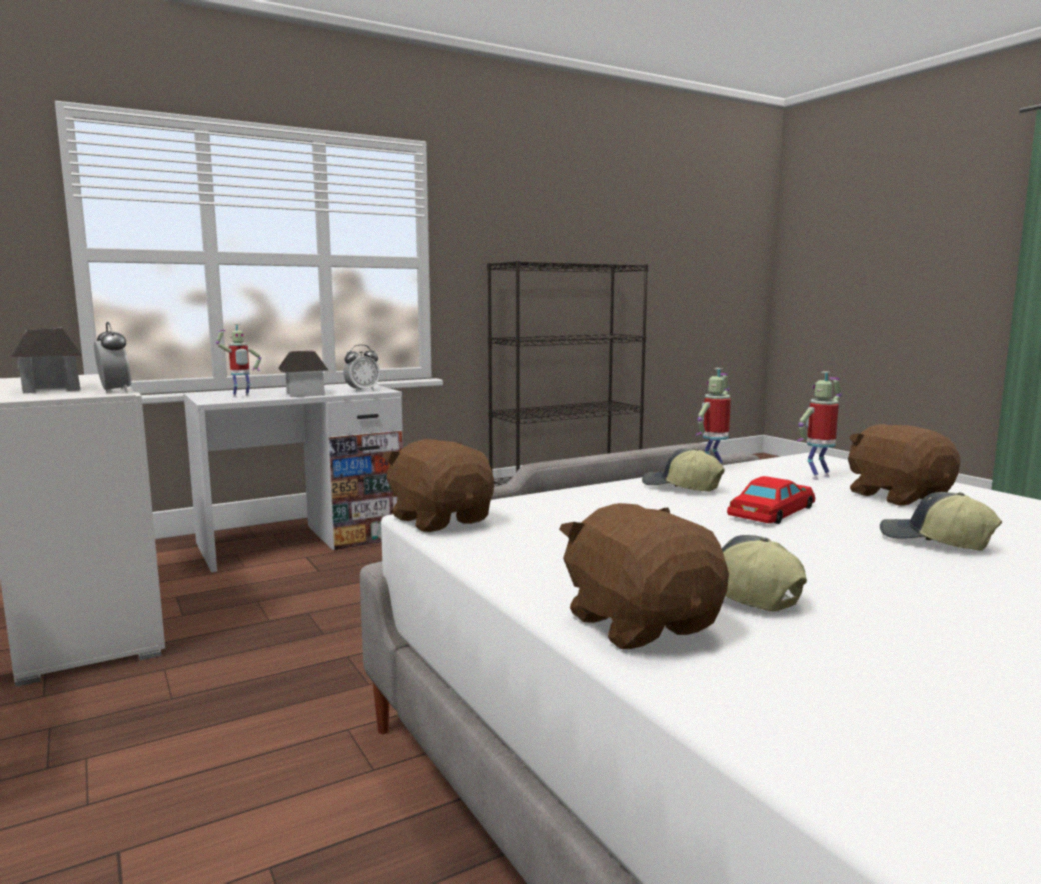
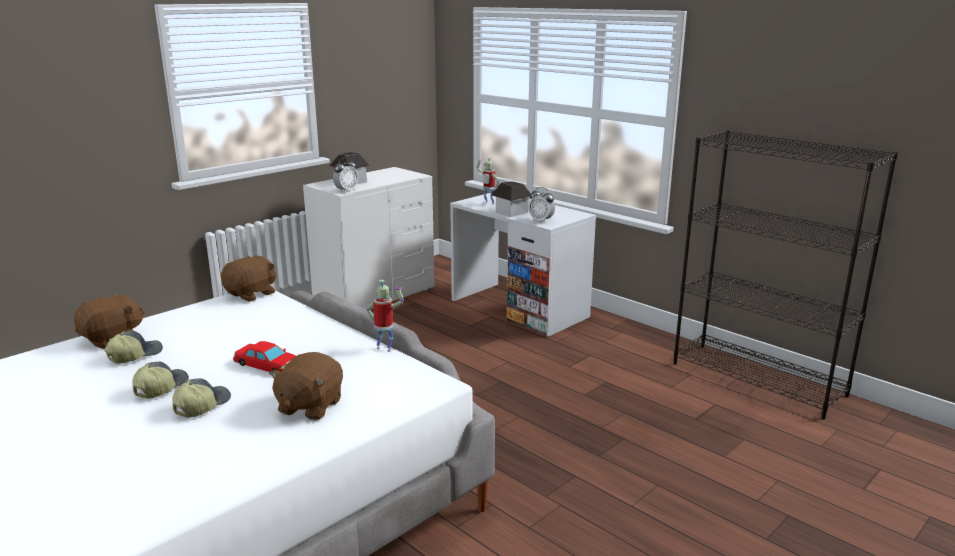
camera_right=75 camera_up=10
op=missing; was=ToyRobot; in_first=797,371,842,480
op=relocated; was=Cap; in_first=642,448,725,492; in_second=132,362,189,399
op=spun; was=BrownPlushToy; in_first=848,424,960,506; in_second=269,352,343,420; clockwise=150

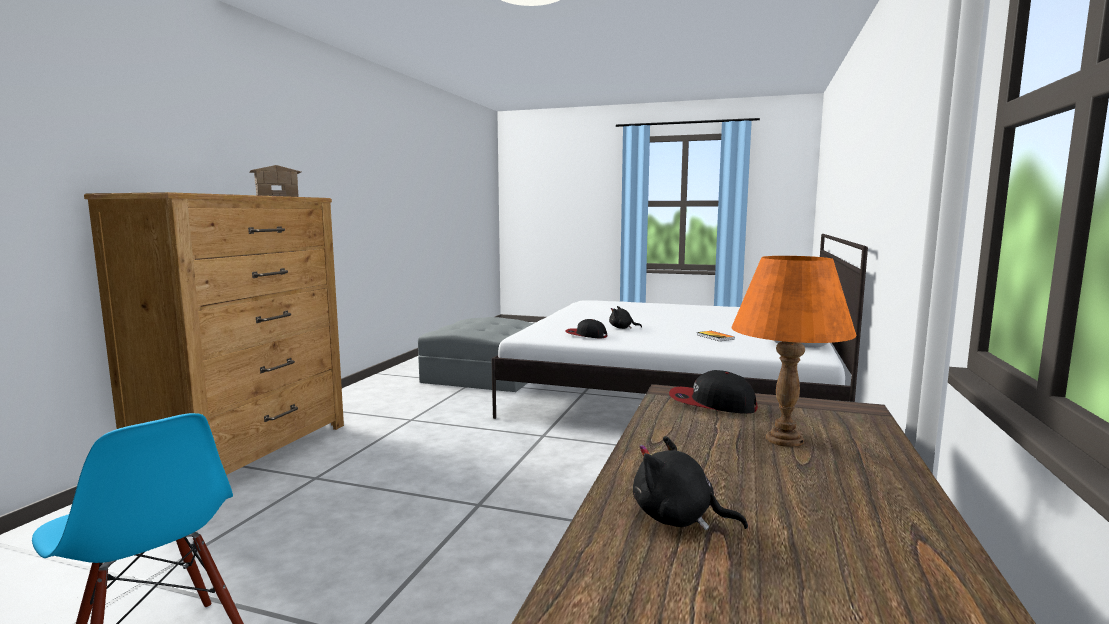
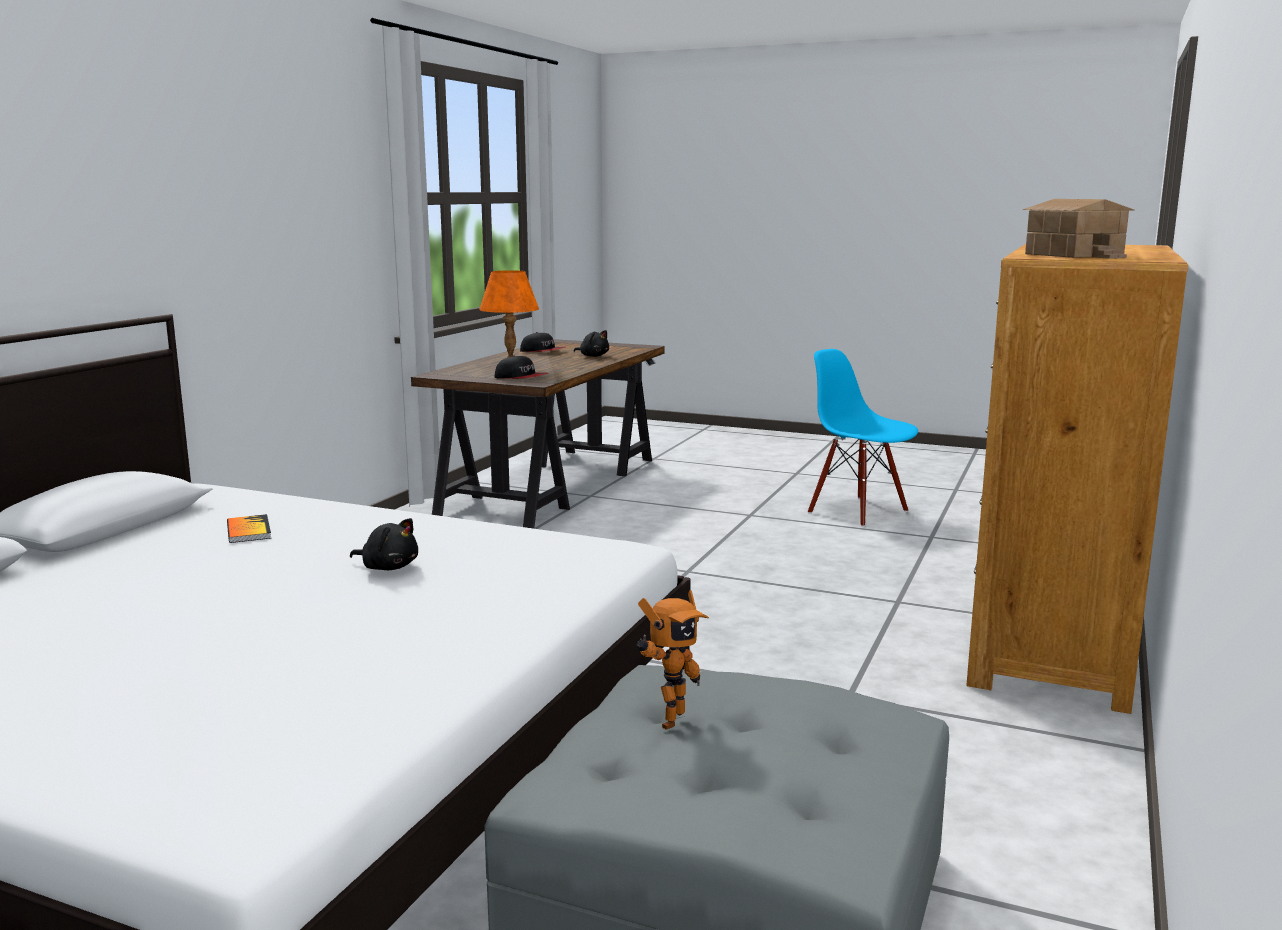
camera_right=-175 camera_up=5
op=appeared; now=ToyRobot; in_second=637,590,709,730
op=relocated; was=Cap; in_first=565,319,607,339; in_second=520,332,566,352

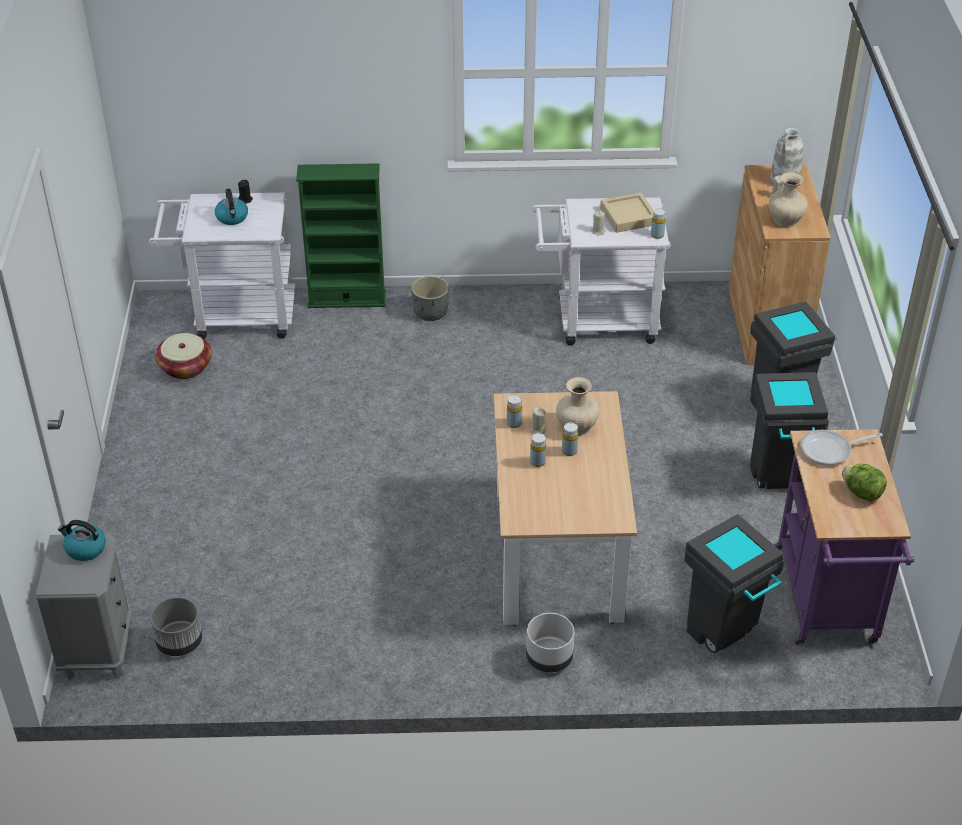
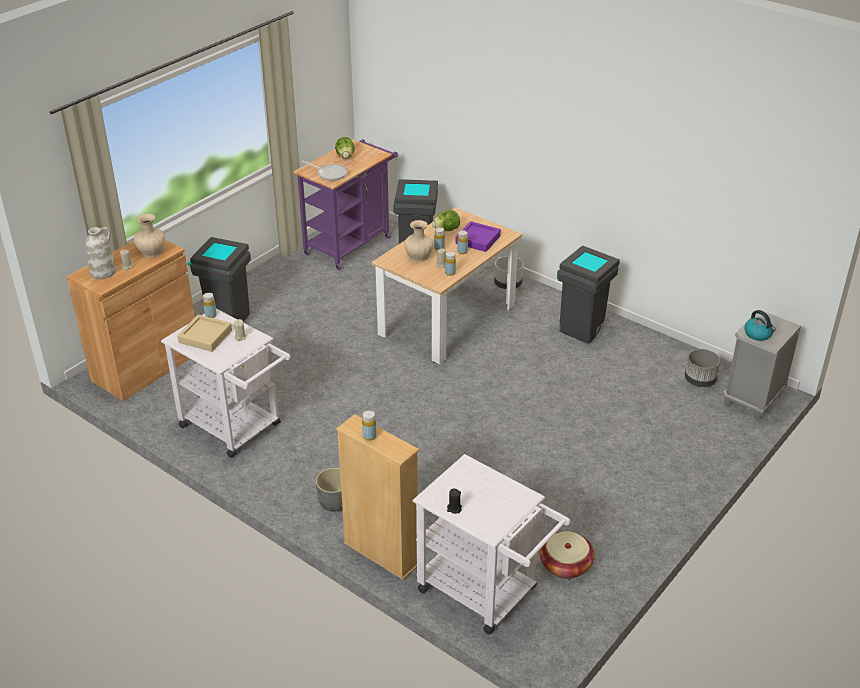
camera_right=-140 camera_up=-5
op=missing; was=Kettle; in_first=215,189,248,225
op=appeared; now=YellowBottle; in_second=362,410,376,441
op=appeared; now=Lettuce; in_second=432,210,460,231
op=appeared; now=PurpleTray; in_second=456,221,501,252
op=relocated; was=GreyTrashCan; in_first=750,372,829,489; in_second=557,246,620,344
op=colour; was=GreenBookcase; now=BeigeBookcase; in_first=296,163,386,308; in_second=336,414,419,580

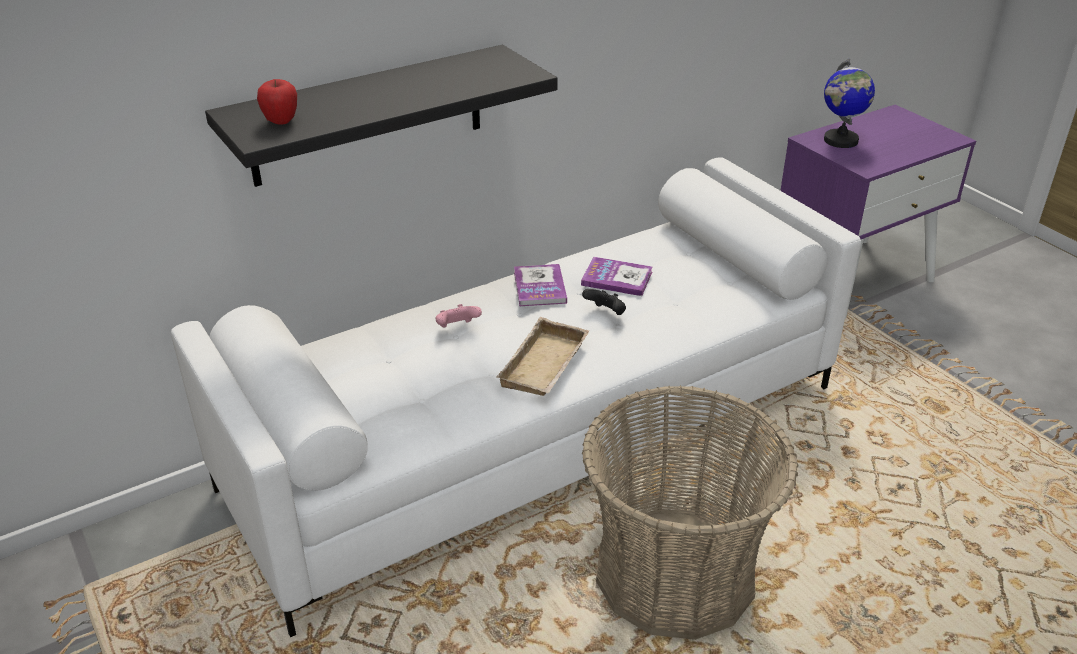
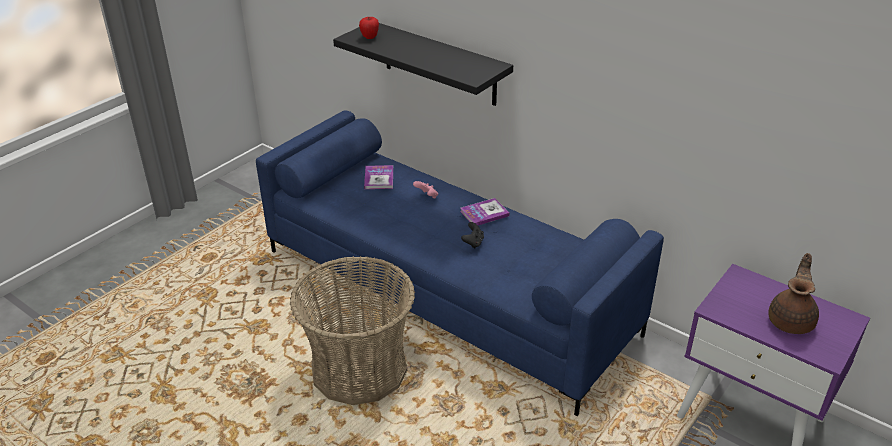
camera_right=70 camera_up=0
op=missing; was=BeigeTray; in_first=496,317,589,396
op=missing; was=Globe; in_first=824,59,875,148
op=appeared; now=BrownTeapot; in_second=768,253,819,334
op=relocated; was=Book; in_first=581,257,653,296; in_second=364,165,393,189
op=colour; was=WhiteSofa; now=BlueSofa; in_first=171,157,861,637; in_second=256,110,664,416

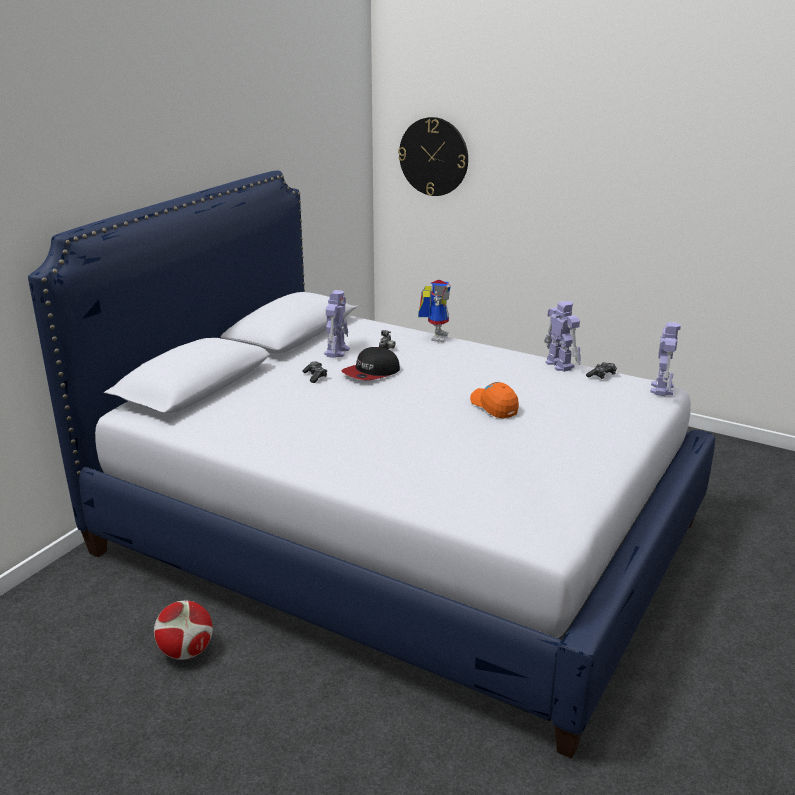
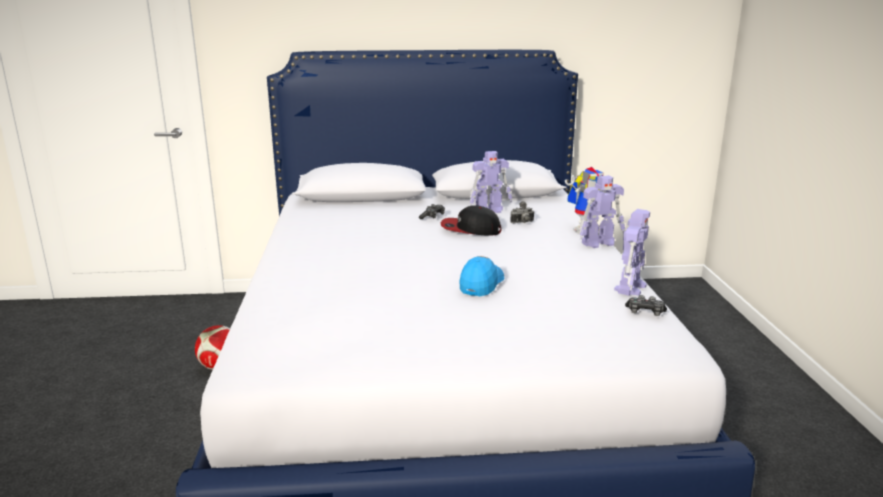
camera_right=55 camera_up=-5
op=missing; was=WallClock; in_first=398,117,468,196
op=relocated; was=ToyRobot; in_first=650,322,681,396; in_second=579,175,625,248
op=colour; was=OrangeCap; now=BlueCap; in_first=470,382,519,419; in_second=459,256,504,297

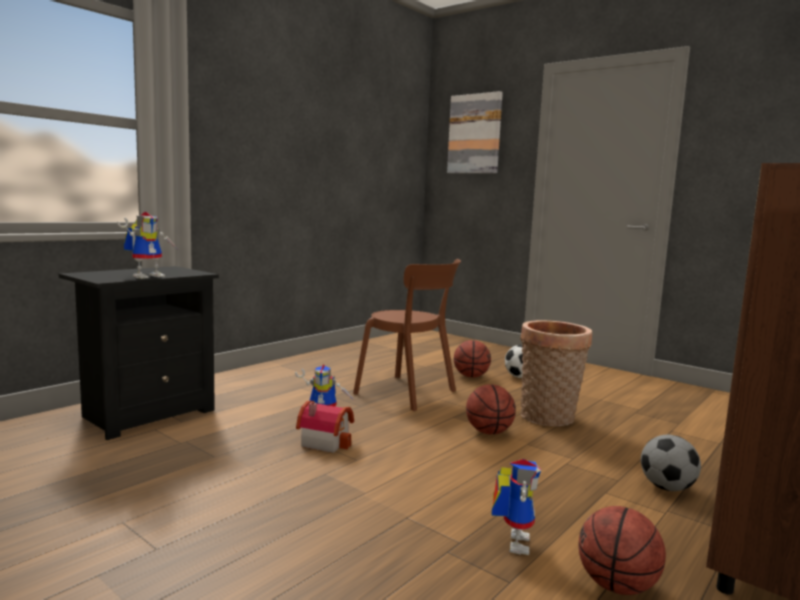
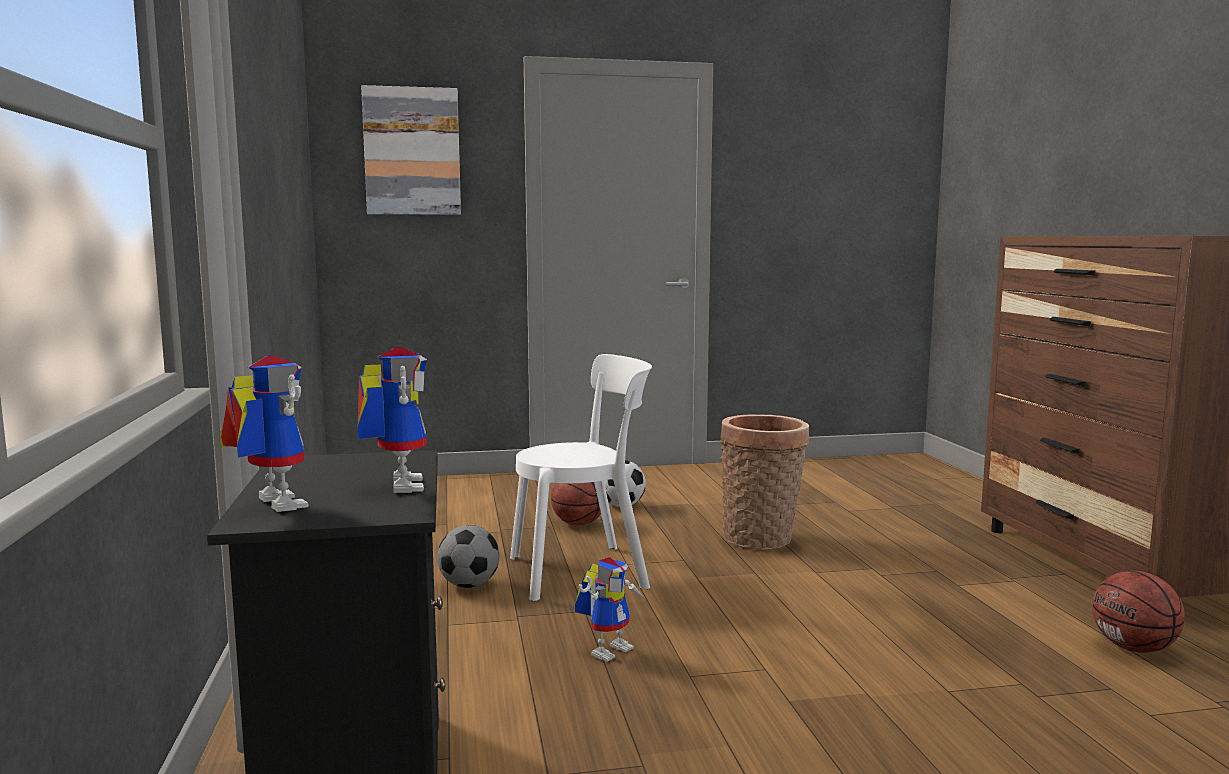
camera_right=-50 camera_up=0
op=missing; was=ToyHouse; in_first=296,401,354,453
op=missing; was=Basketball; in_first=466,385,516,434
op=relocated; was=ToyRobot; in_first=491,459,541,555; in_second=220,355,309,512
op=relocated; was=Football; in_first=641,435,701,491; in_second=437,525,500,588
op=colour; was=BrownChair; now=WhiteChair; in_first=353,259,461,411; in_second=510,354,652,601

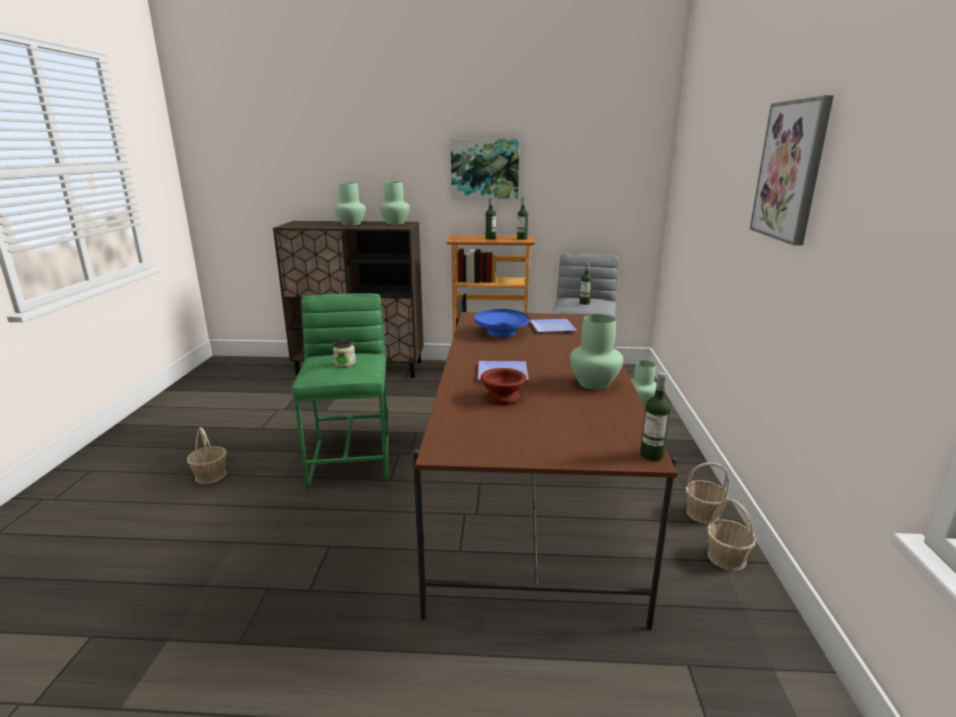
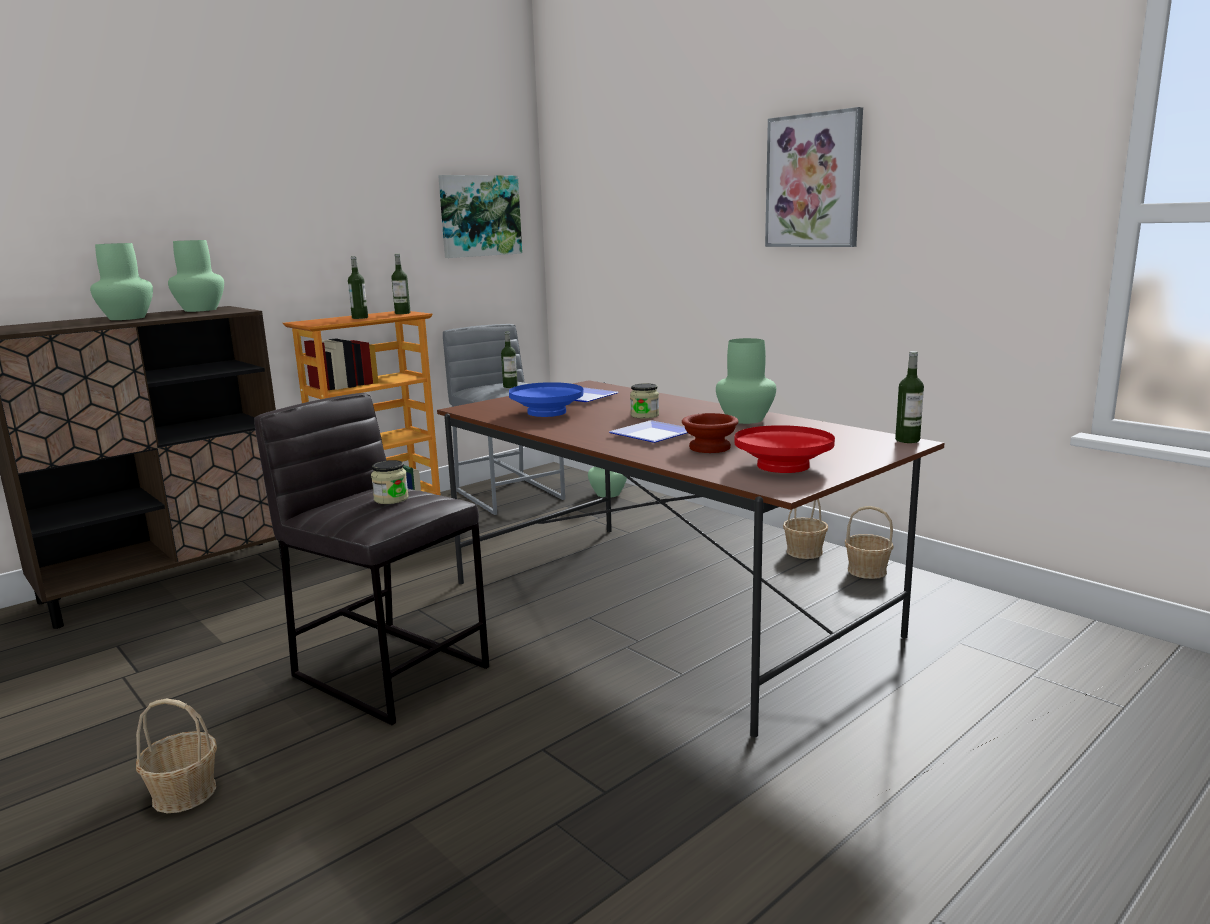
camera_right=-45 camera_up=-5
op=appeared; now=Jar; in_second=630,383,659,419
op=appeared; now=RedBowl; in_second=734,425,835,473
op=relocated; was=Picture; in_first=451,139,519,200; in_second=438,175,522,258
op=colour; was=GreenStool; now=GreyStool; in_first=292,293,389,490; in_second=254,393,489,725

